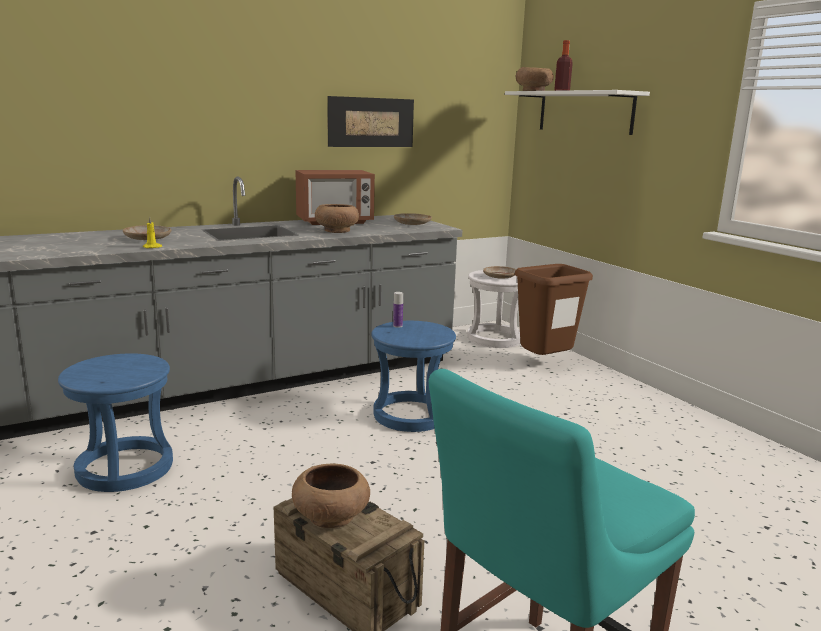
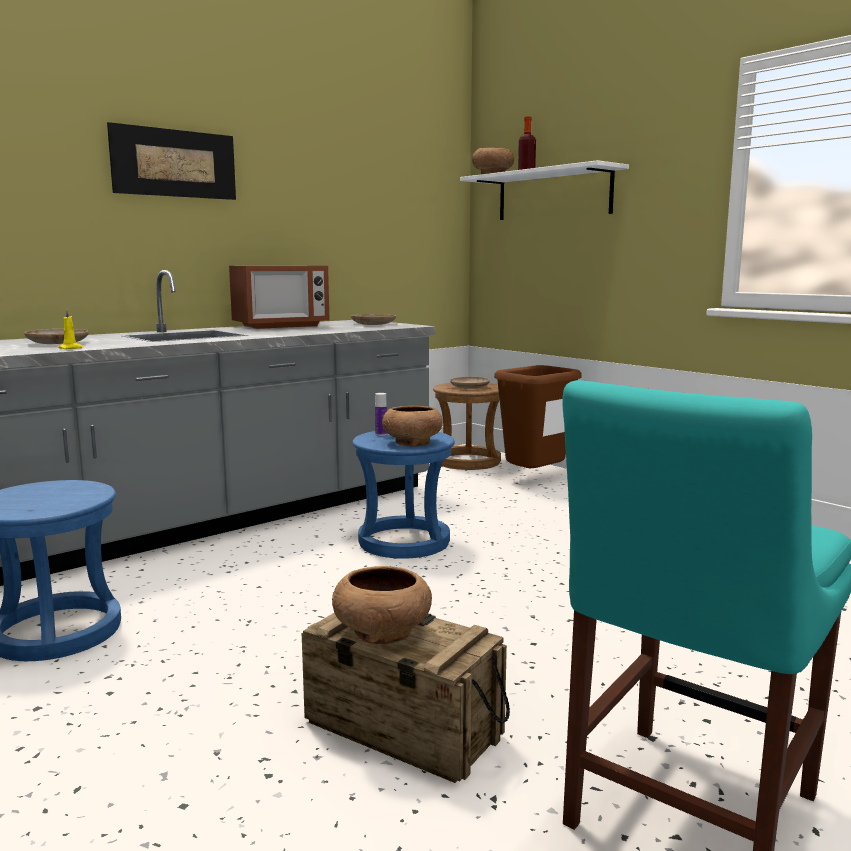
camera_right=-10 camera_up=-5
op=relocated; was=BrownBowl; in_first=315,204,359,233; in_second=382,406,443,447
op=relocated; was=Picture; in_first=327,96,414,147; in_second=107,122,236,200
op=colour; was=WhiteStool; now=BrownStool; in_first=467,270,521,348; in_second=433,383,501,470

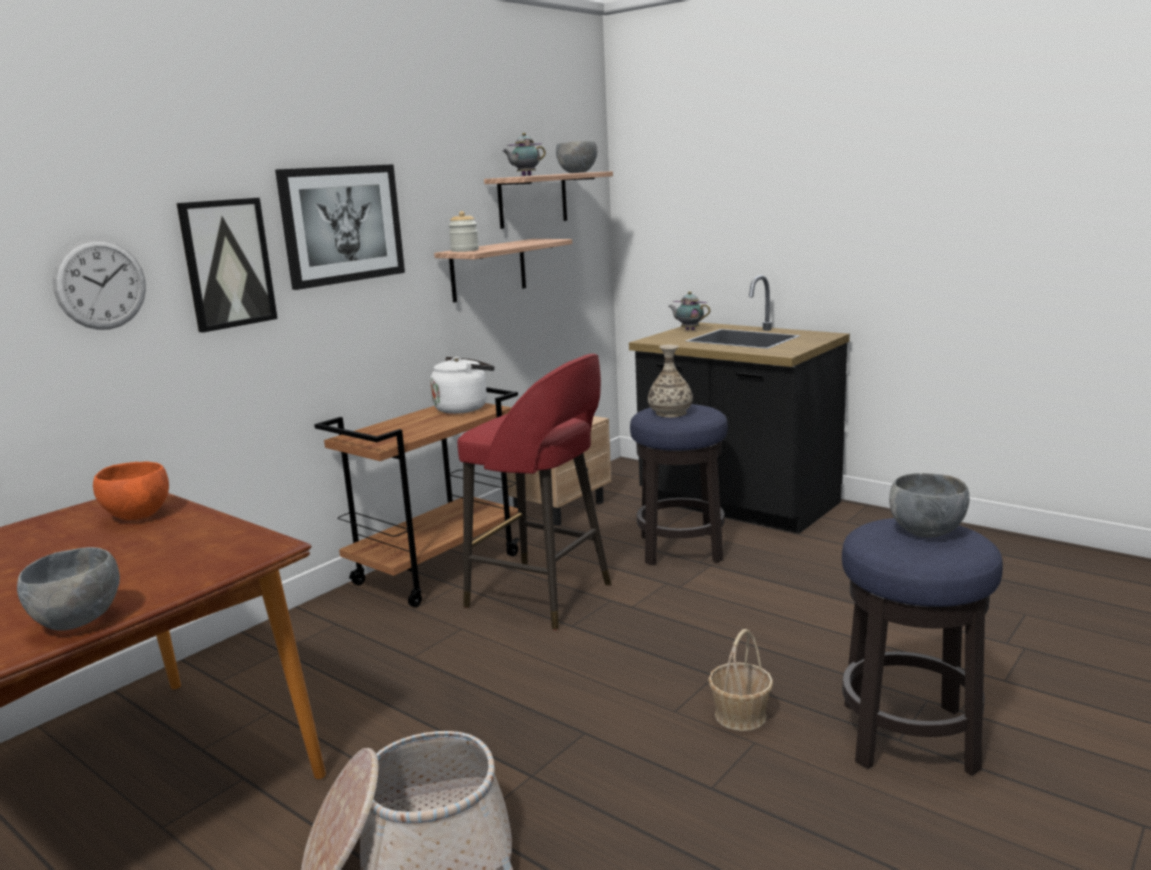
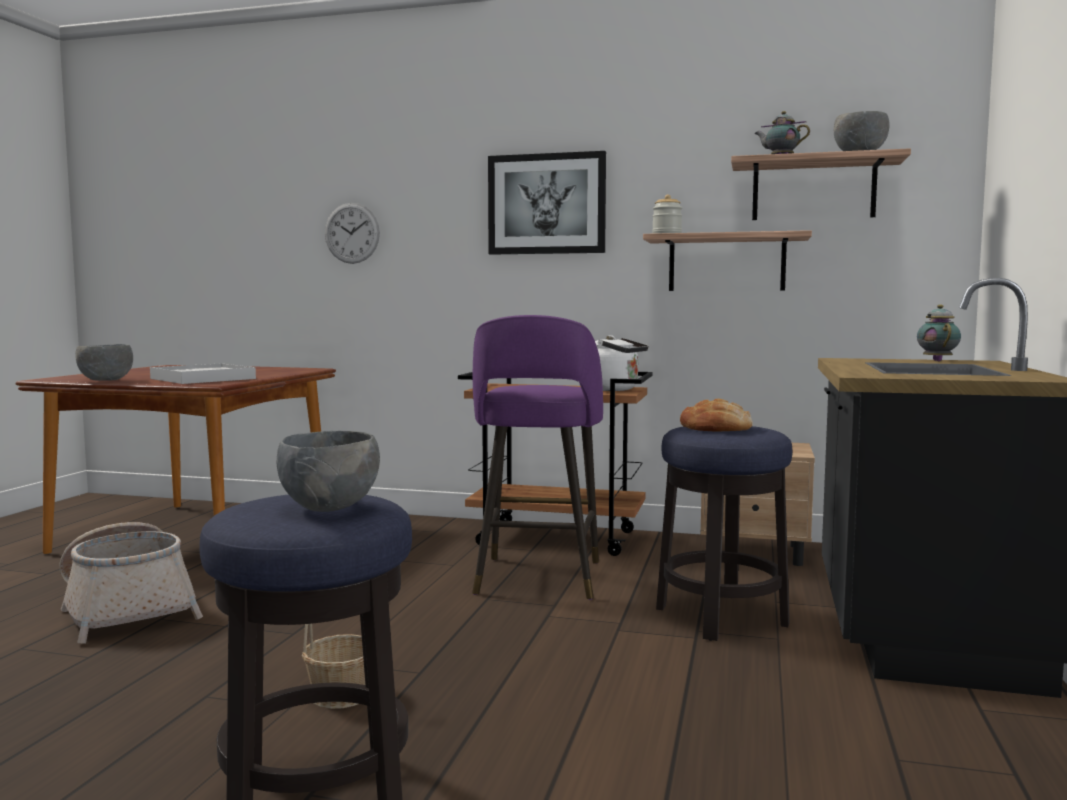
camera_right=65 camera_up=-10
op=missing; was=OrangeBowl; in_first=93,462,169,520
op=missing; was=Picture; in_first=177,198,278,333
op=appeared; now=WhiteTray; in_second=150,363,256,384
op=exchanged; was=Vase; now=Bread; in_first=648,345,693,417; in_second=680,399,753,432
op=colour; was=RedStool; now=PurpleStool; in_first=457,354,611,630; in_second=472,315,603,600

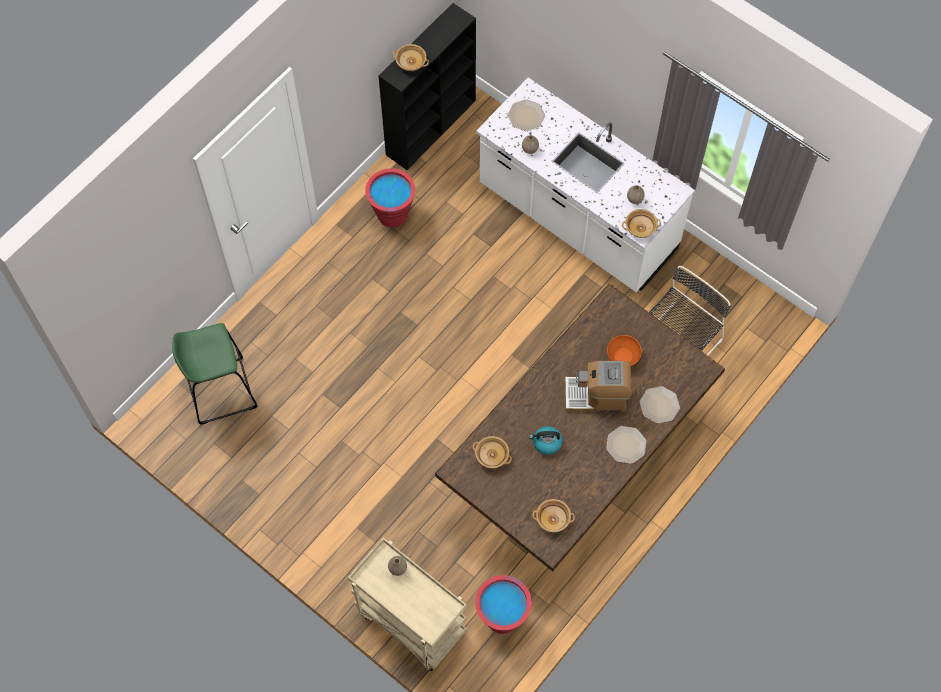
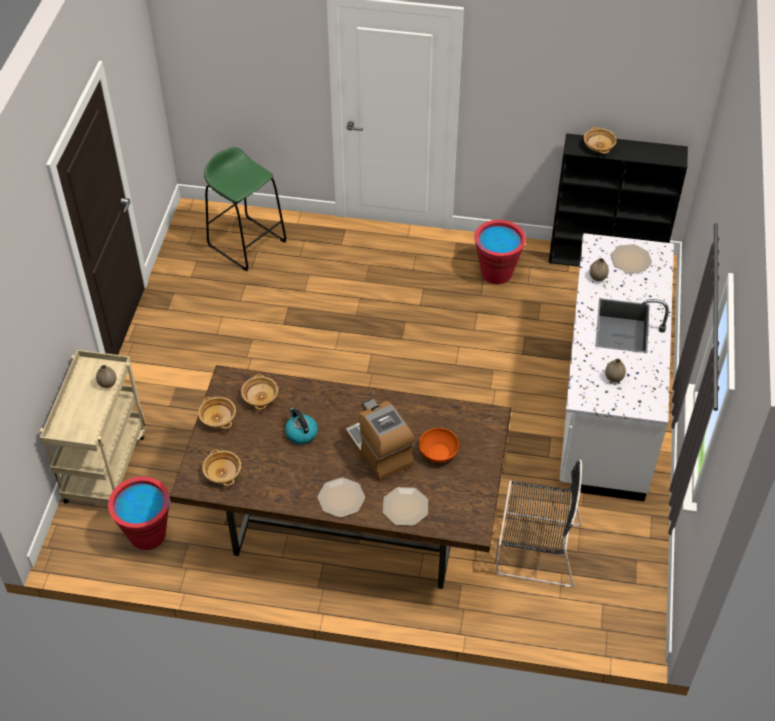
camera_right=60 camera_up=-15
op=relocated; was=BeigeBowl; in_first=622,209,661,238; in_second=198,397,236,429

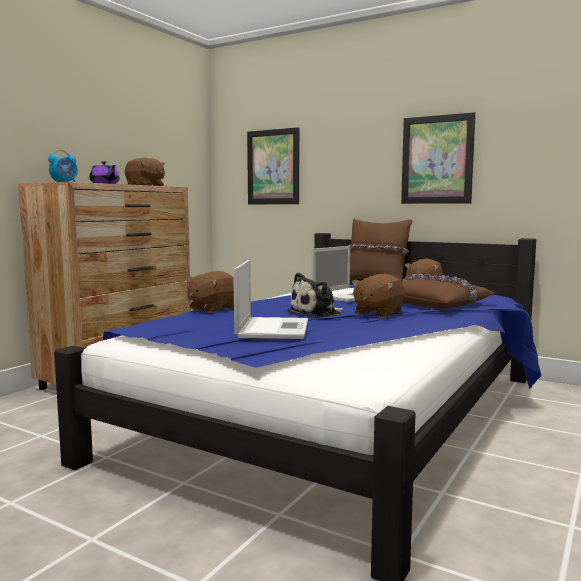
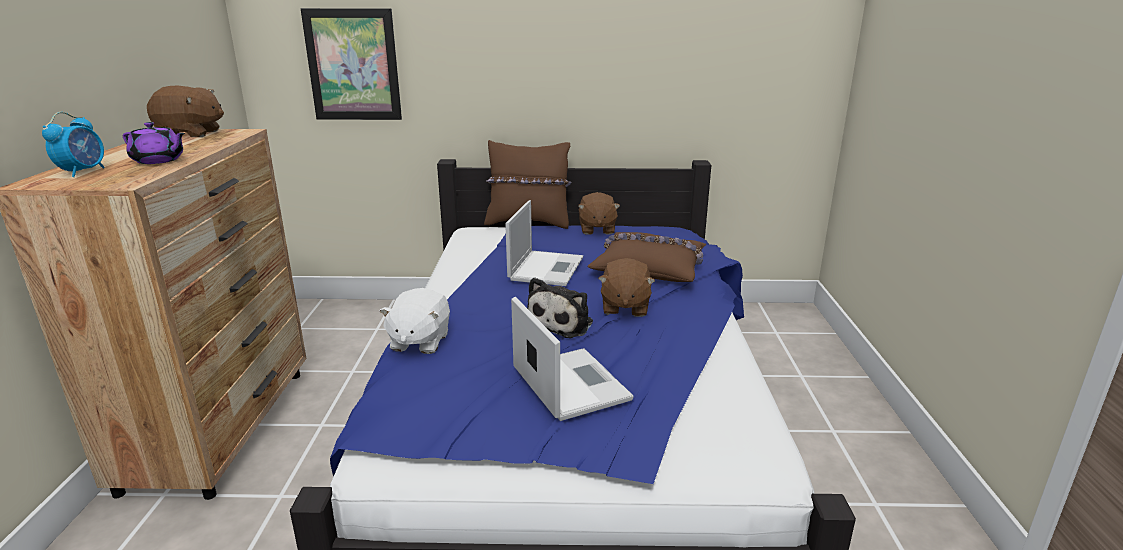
camera_right=-30 camera_up=15
op=missing; was=Picture; in_first=401,112,476,204
op=colour; was=BrownPlushToy; now=WhitePlushToy; in_first=187,271,234,313; in_second=379,288,450,354

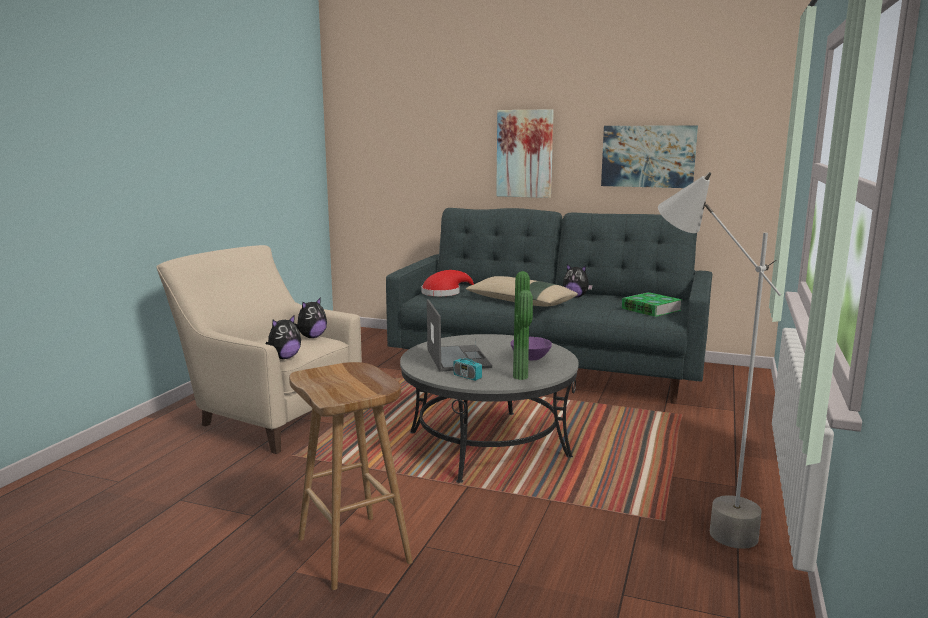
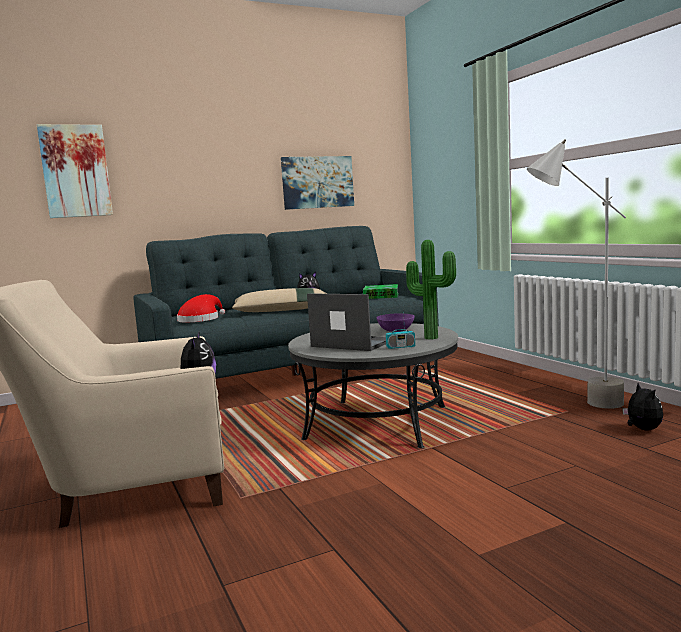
camera_right=-45 camera_up=-5
op=missing; was=BrownStool; in_first=289,362,413,590
op=relocated; was=PlushToy; in_first=294,297,327,338; in_second=622,383,663,431
op=relocated; was=Picture; in_first=496,109,554,198; in_second=37,124,113,218

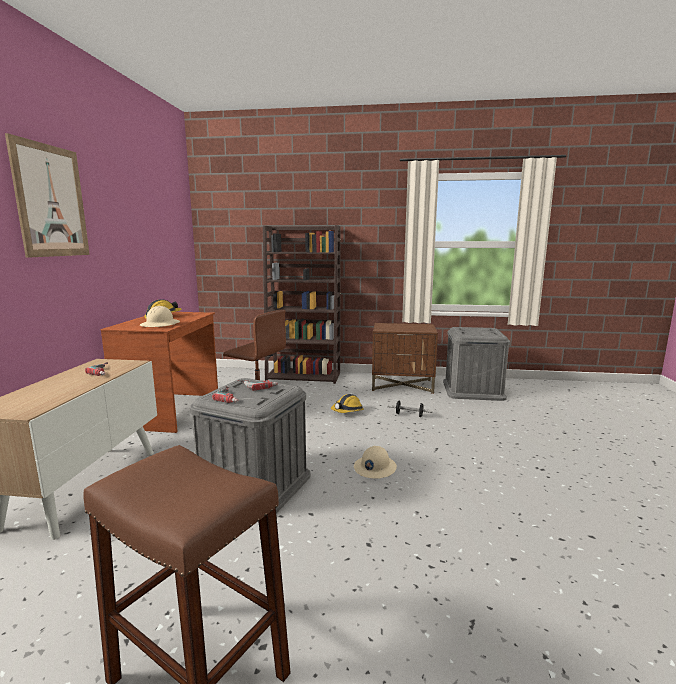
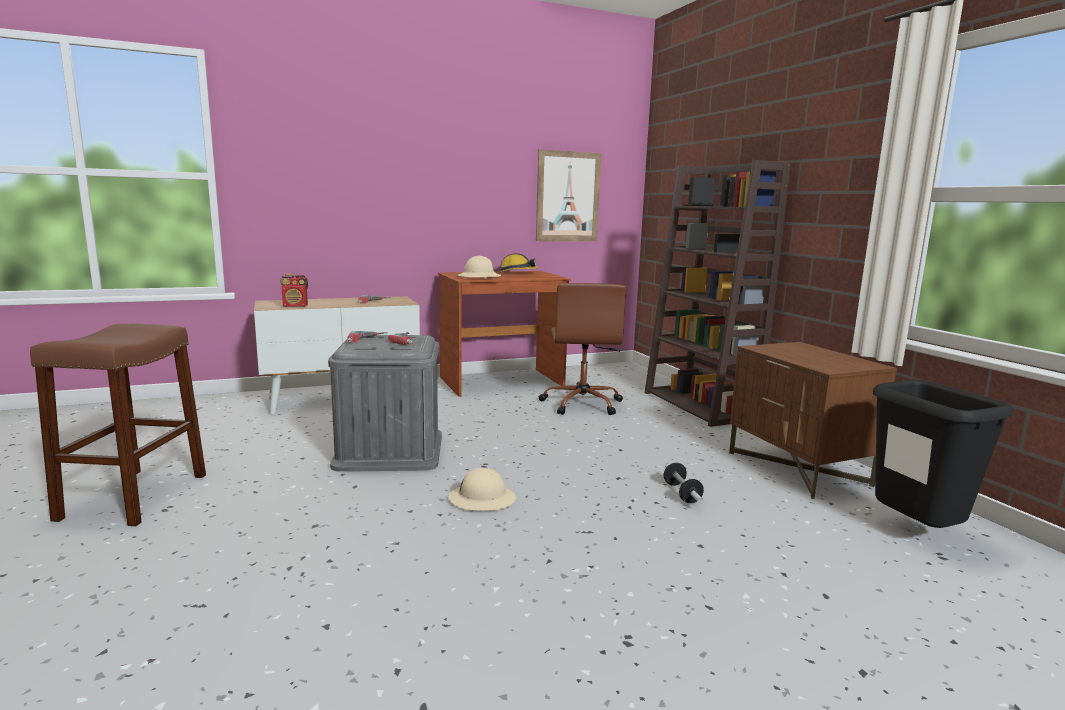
camera_right=60 camera_up=0
op=missing; was=HardHat; in_first=331,394,364,413
op=appeared; now=Radio; in_second=280,274,308,307
op=relocated; was=Picture; in_first=5,133,90,258; in_second=536,149,601,241
op=exchanged; was=GreyStorageBox; now=BlackTrashCan; in_first=443,327,510,401; in_second=873,380,1013,528

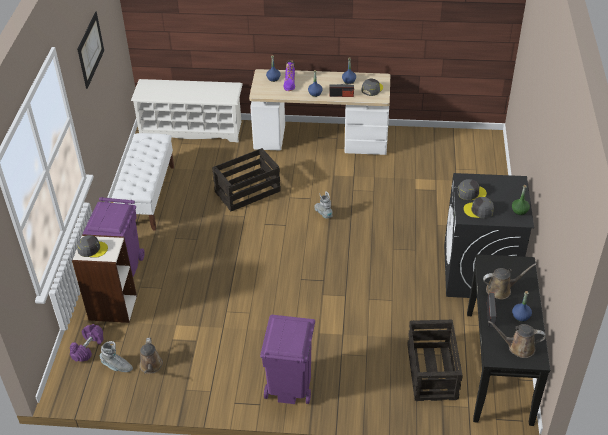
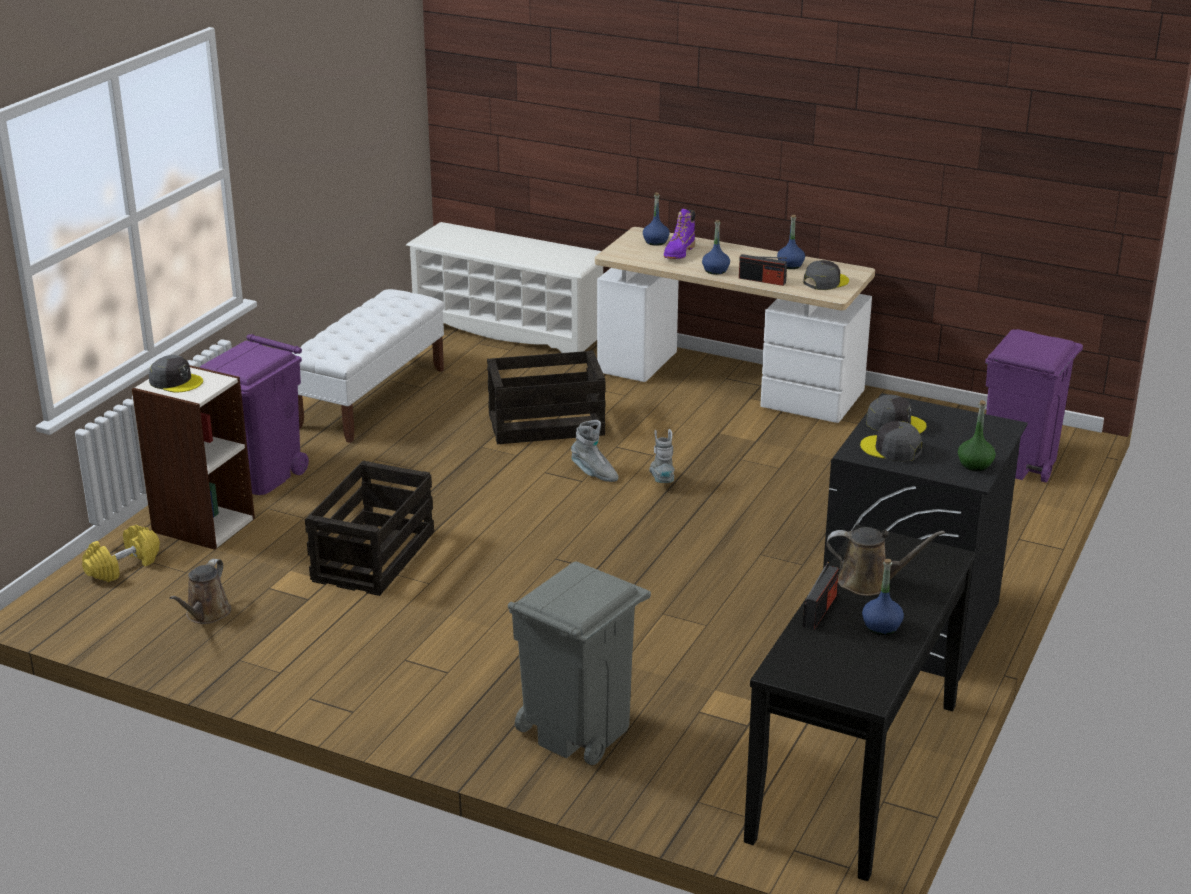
camera_right=20 camera_up=-15
op=missing; was=Picture; in_first=77,12,104,89
op=missing; was=BrownWateringCan; in_first=488,321,546,358
op=appeared; now=GreyTrashCan; in_second=508,562,651,765
op=relocated; was=GreyBoot; in_first=100,341,133,372; in_second=571,420,618,482
op=relocated; was=PurpleTrashCan; in_first=260,315,315,404; in_second=985,329,1083,482
op=relocated; was=Crate; in_first=407,319,463,401; in_second=305,461,434,596
op=colour; was=PurpleDumbbell; now=YellowDumbbell; in_first=70,324,104,362; in_second=82,525,160,582

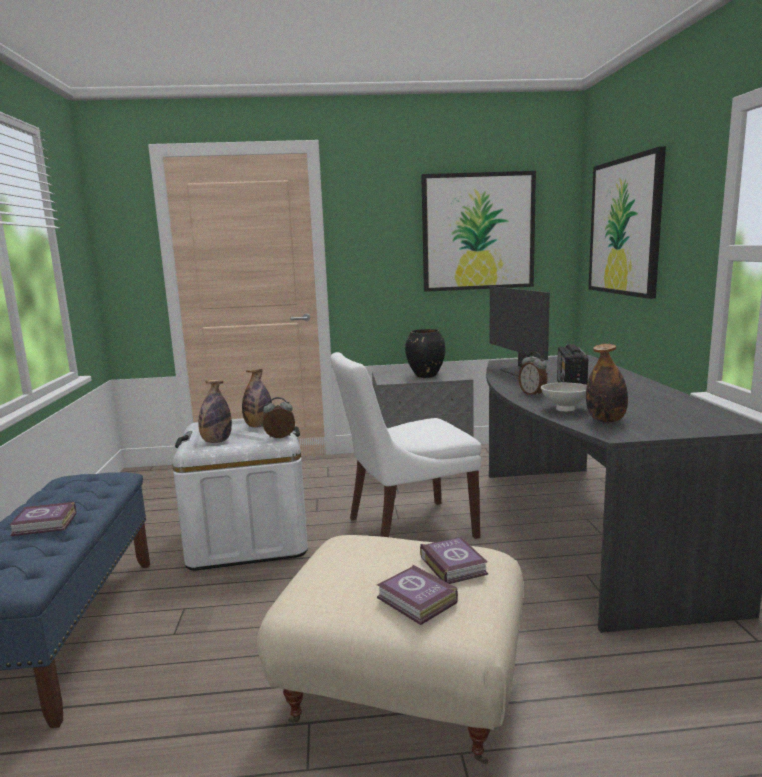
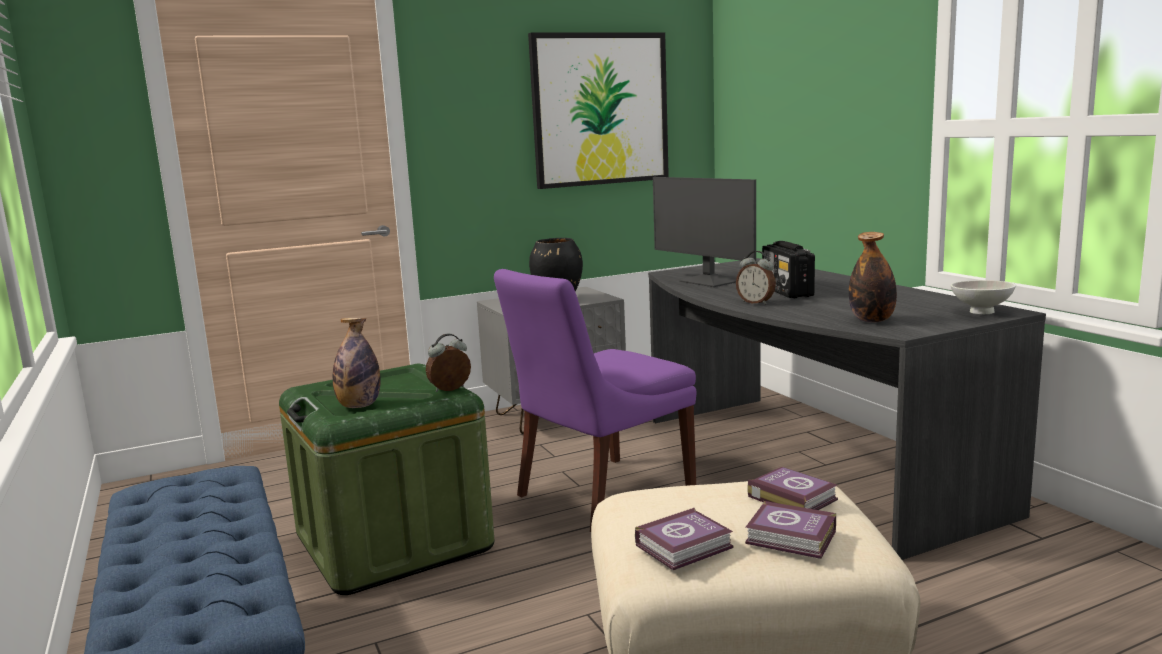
camera_right=-20 camera_up=0
op=missing; was=Bottle; in_first=242,369,272,427
op=missing; was=Picture; in_first=588,146,666,299
op=relocated; was=Book; in_first=9,502,77,536; in_second=635,508,733,571
op=relocated; was=WhiteBowl; in_first=541,383,587,412; in_second=950,280,1016,314
op=colour; was=WhiteStorageBox; now=GreenStorageBox; in_first=172,418,308,571; in_second=279,364,494,595
op=colour; was=WhiteChair; now=PurpleChair; in_first=330,352,482,539; in_second=494,269,696,532

